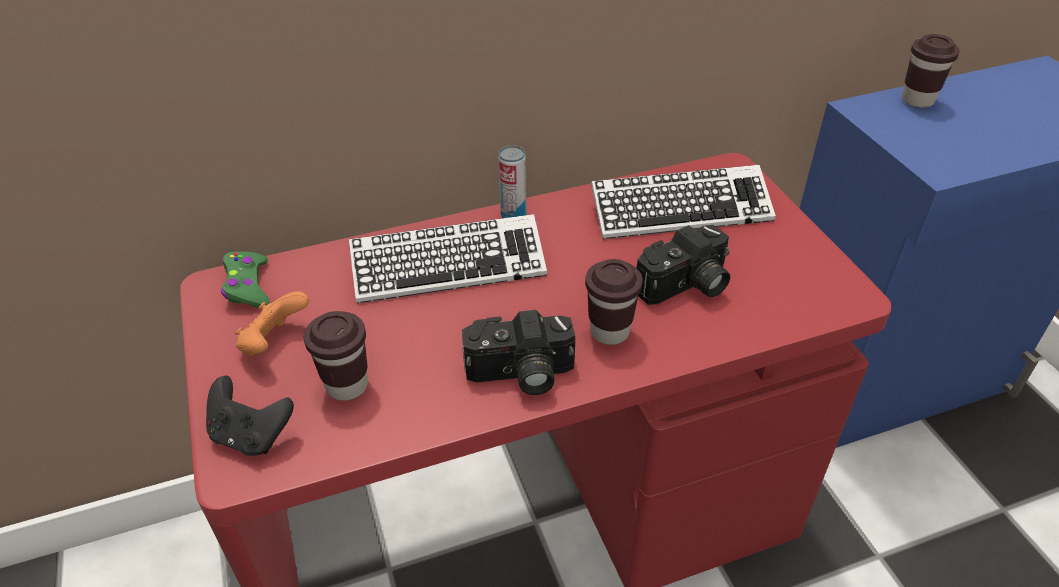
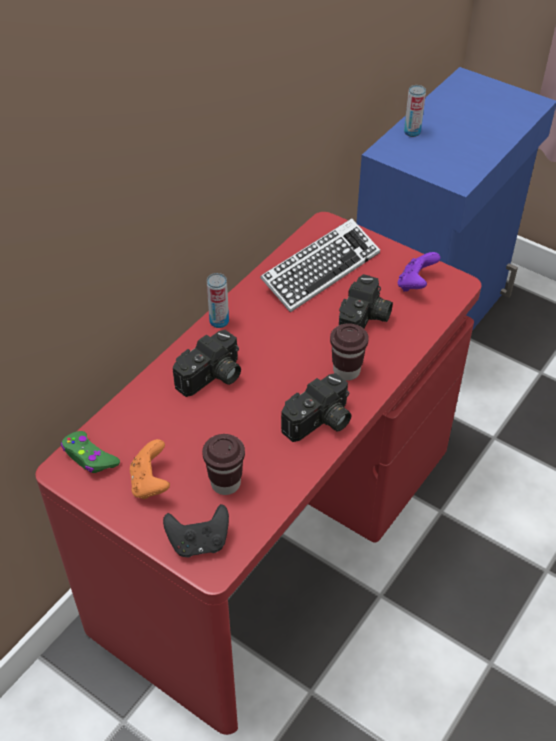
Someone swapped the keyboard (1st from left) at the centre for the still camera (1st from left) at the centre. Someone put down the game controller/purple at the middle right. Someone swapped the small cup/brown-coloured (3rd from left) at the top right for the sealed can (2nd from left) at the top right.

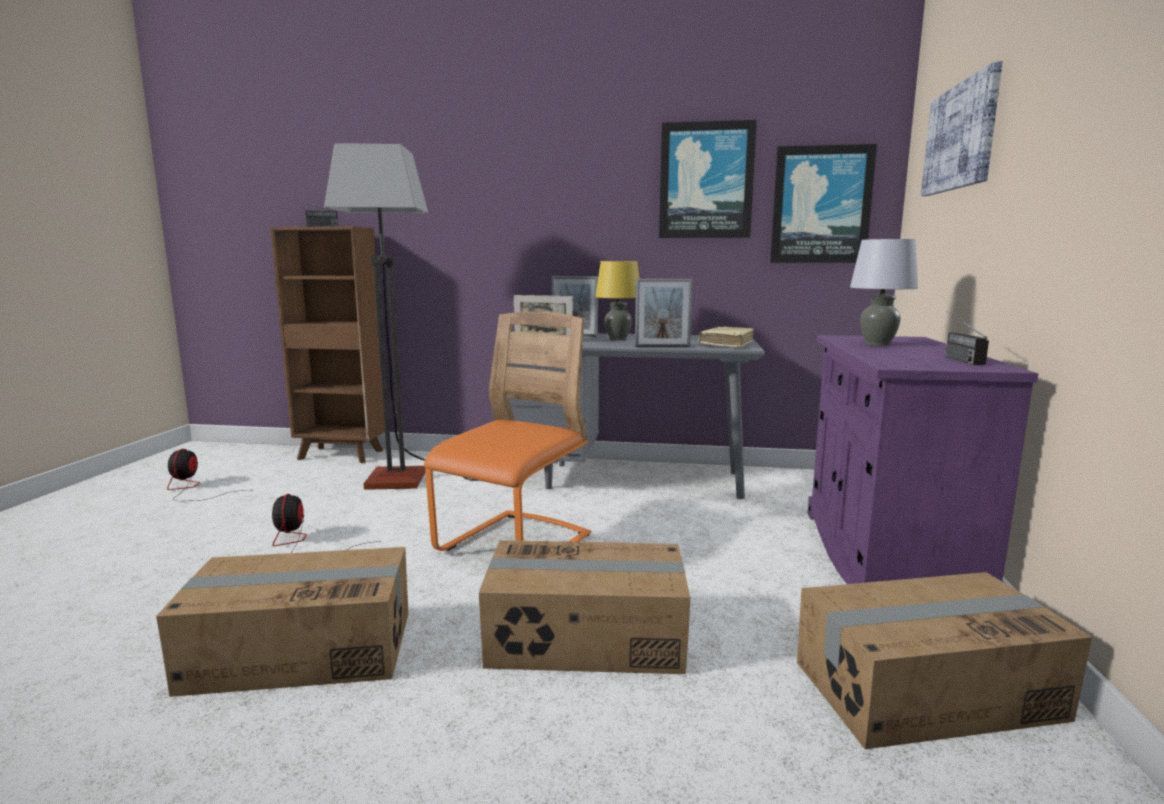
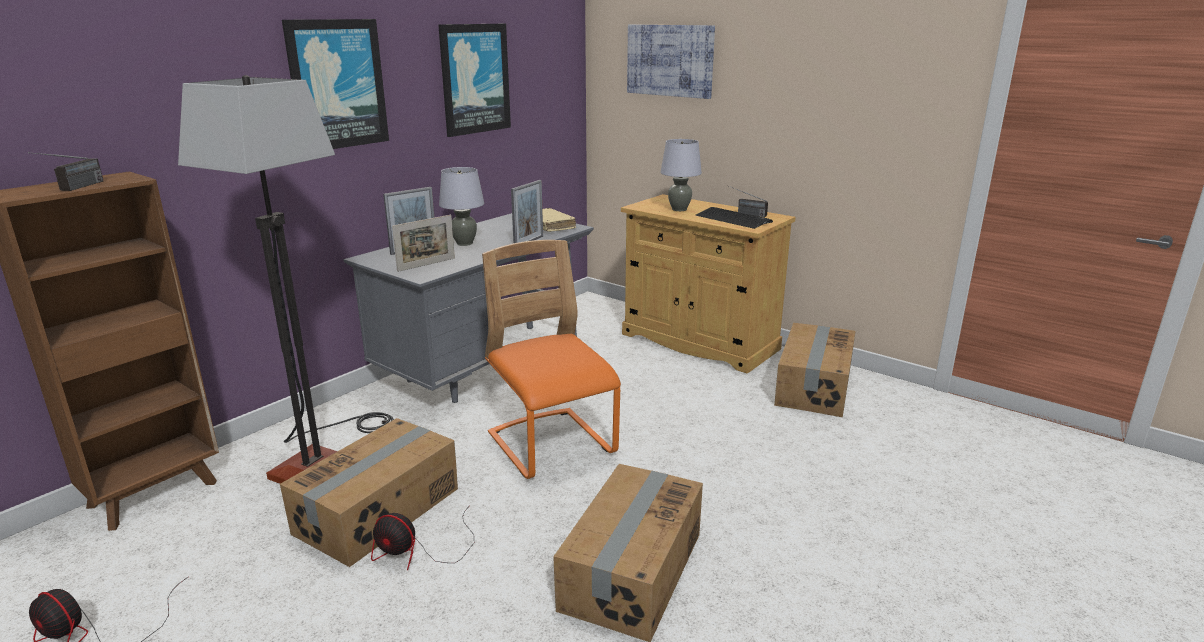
Someone carried the packing box (2nd from left in the first image) from the bottom centre to the bottom left. Someone carried the wall art (2nd from left in the first image) from the top right to the top left. Someone repainted the lamp for a table/yellow-coloured at the centre, which became the lamp for a table/gray (1st from left) at the top centre. Someone repainted the cupboard/purple at the middle right, which became the cupboard/sand-coloured at the centre. Someone put down the keyboard at the centre.

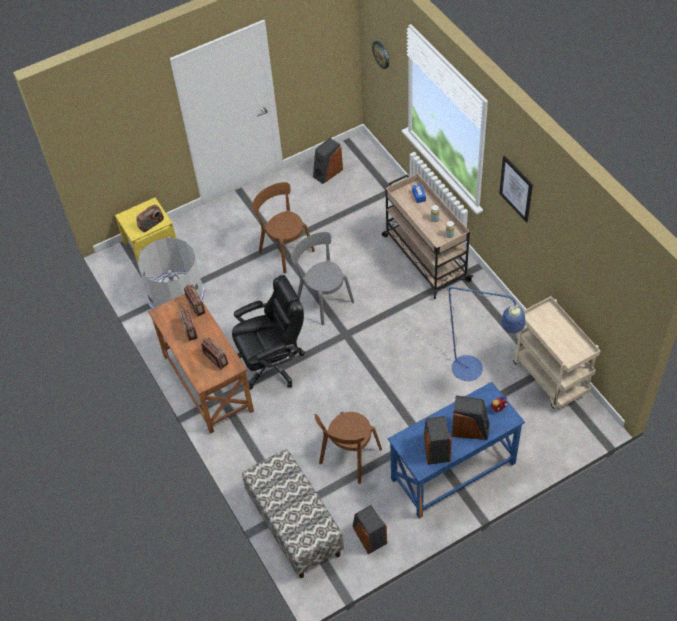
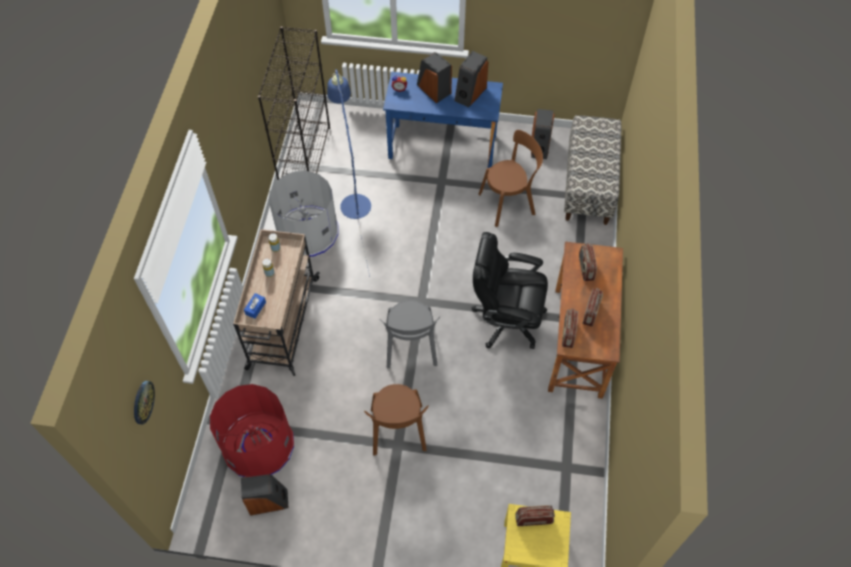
Someone put down the rubbish bin/red-coloured at the bottom left. Someone swapped the wheeled cart/sand-coloured (2nd from left) at the middle right for the shelving unit/black-coloured at the top centre. Someone carried the rubbish bin/gray from the middle left to the centre. Someone took away the wall art at the top right.

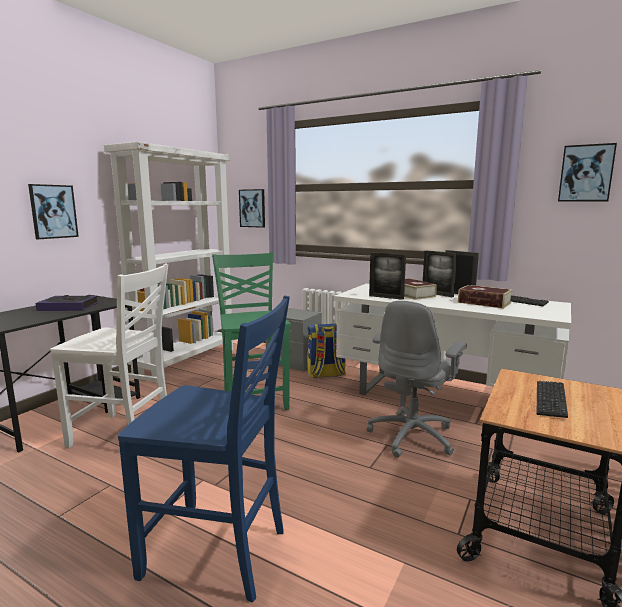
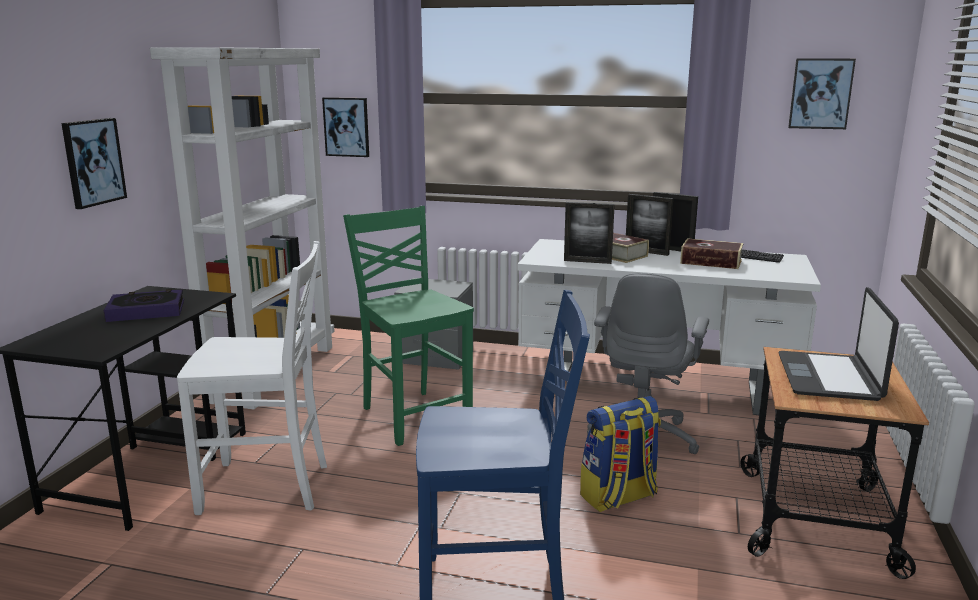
Someone carried the knapsack from the centre to the bottom centre. Someone swapped the keyboard (2nd from left) at the middle right for the notebook computer at the middle right.

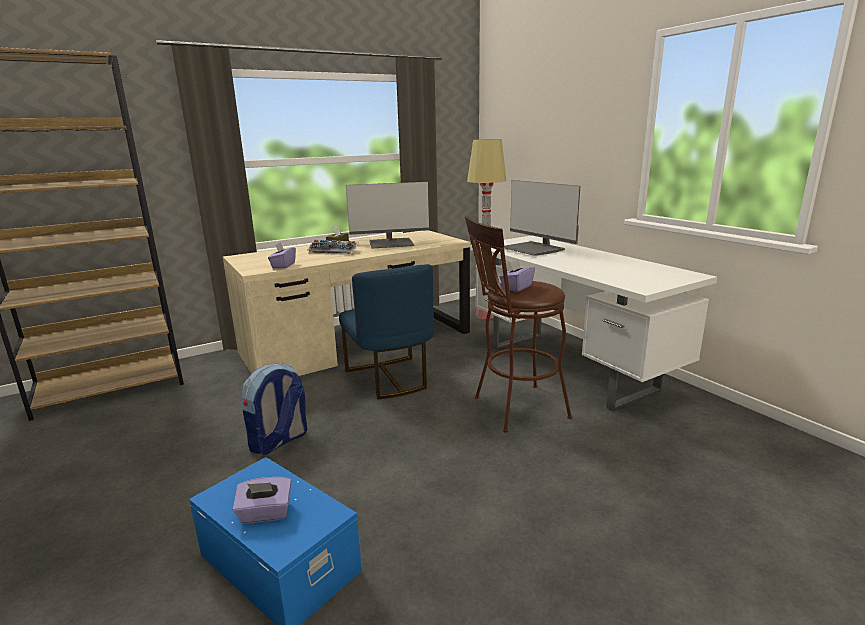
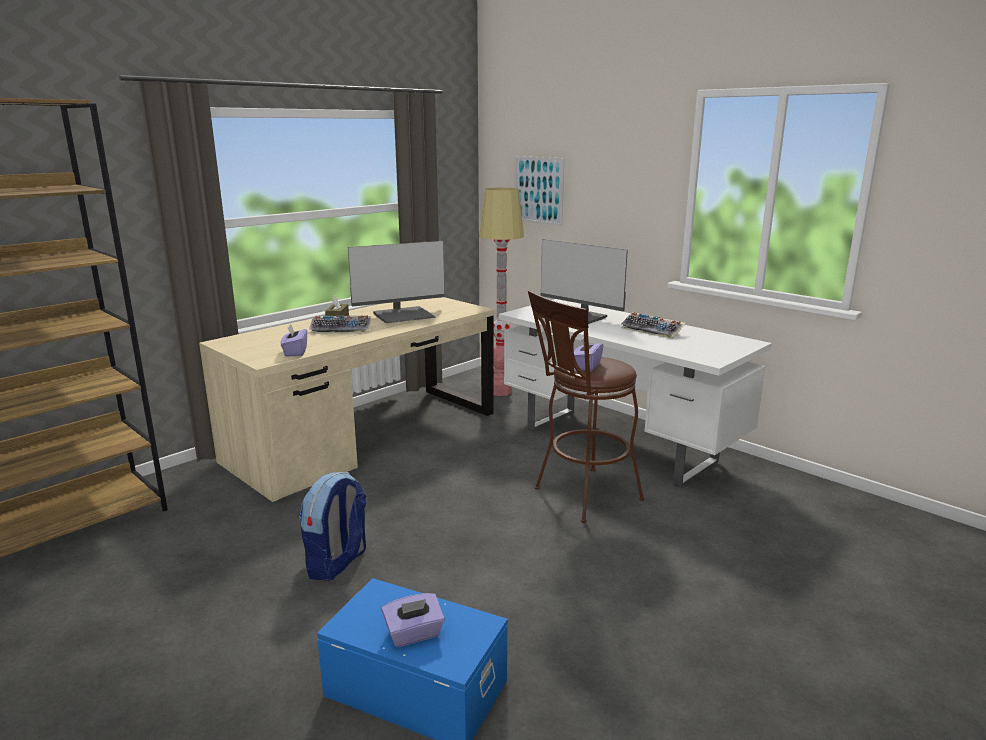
Someone put up the wall art at the top centre. Someone put down the keyboard (2nd from left) at the centre. Someone took away the plain chair/bluish at the centre.

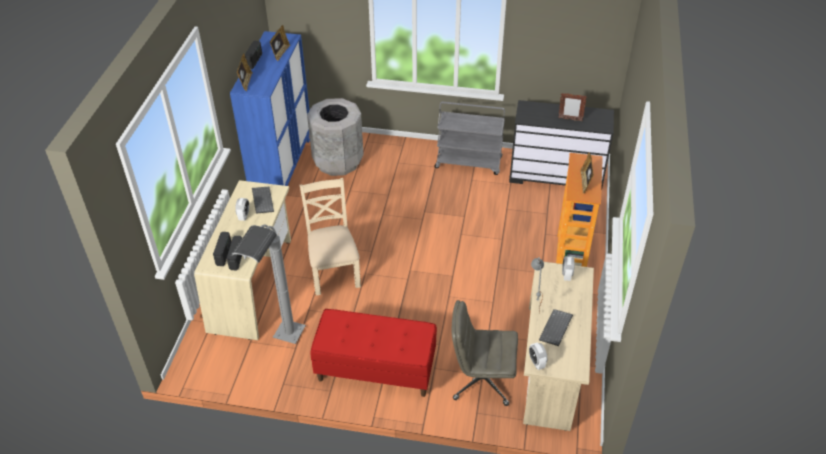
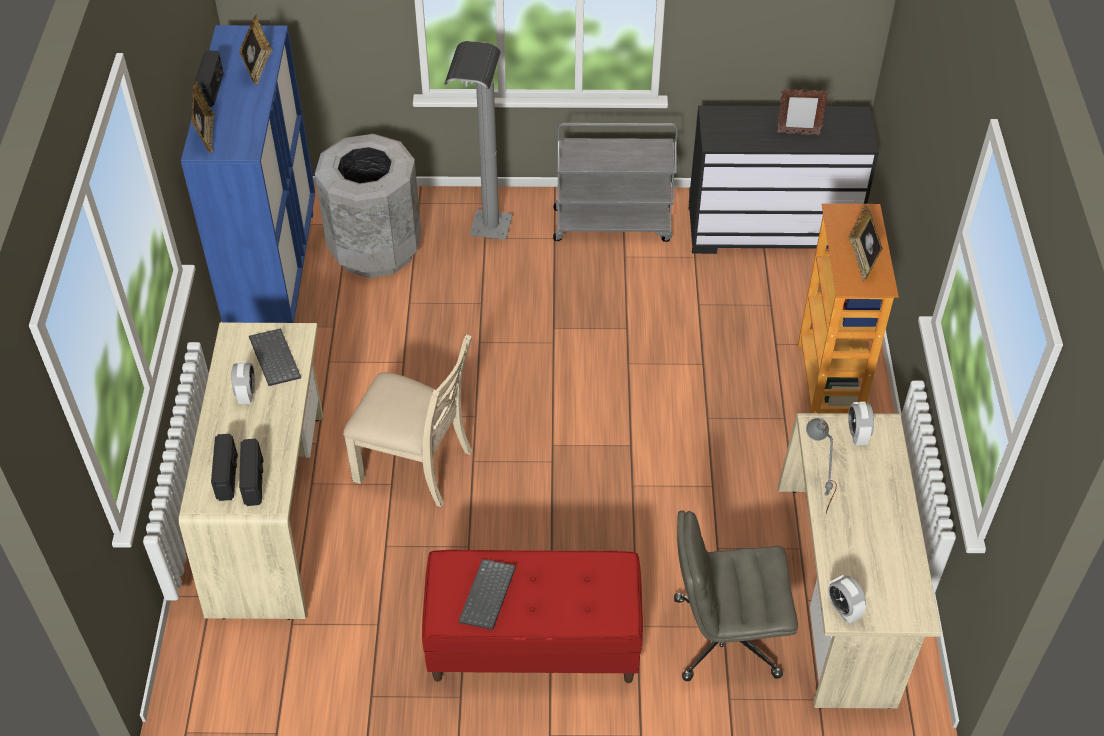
Someone rotated the plain chair/sand-coloured at the centre by 135 degrees clockwise. Someone carried the standing lamp/gray from the middle left to the top centre. Someone carried the keyboard (2nd from left) from the bottom right to the bottom centre.

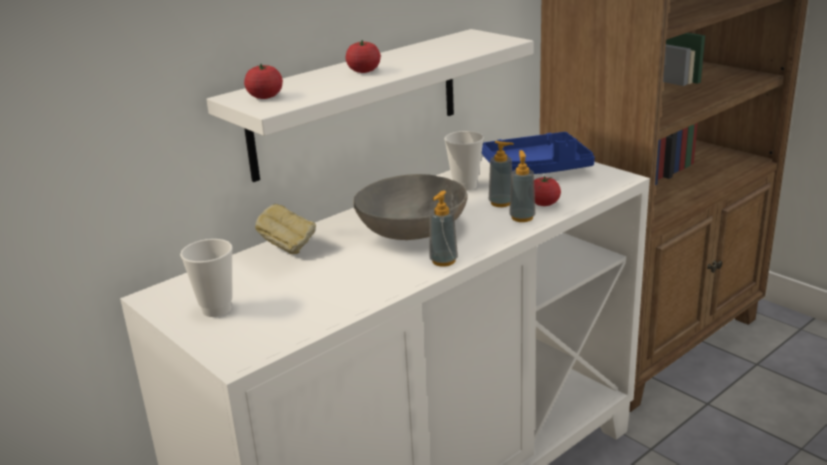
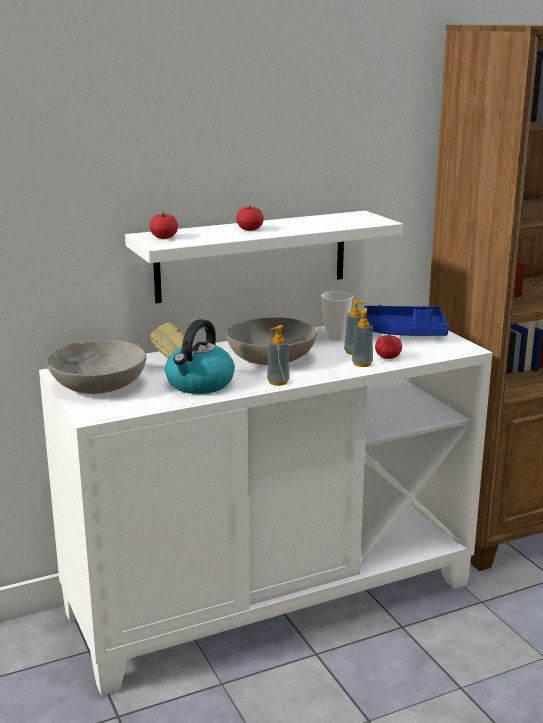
Someone swapped the small cup (1st from left) at the middle left for the deep dish/gray (1st from left) at the middle left. Someone put down the kettle at the centre.

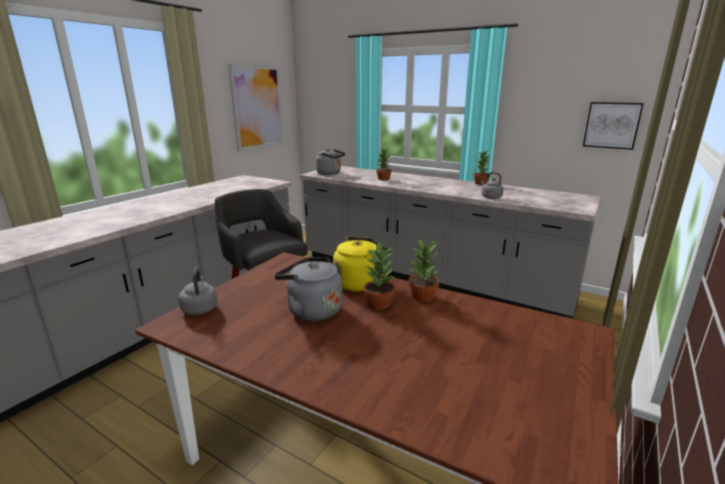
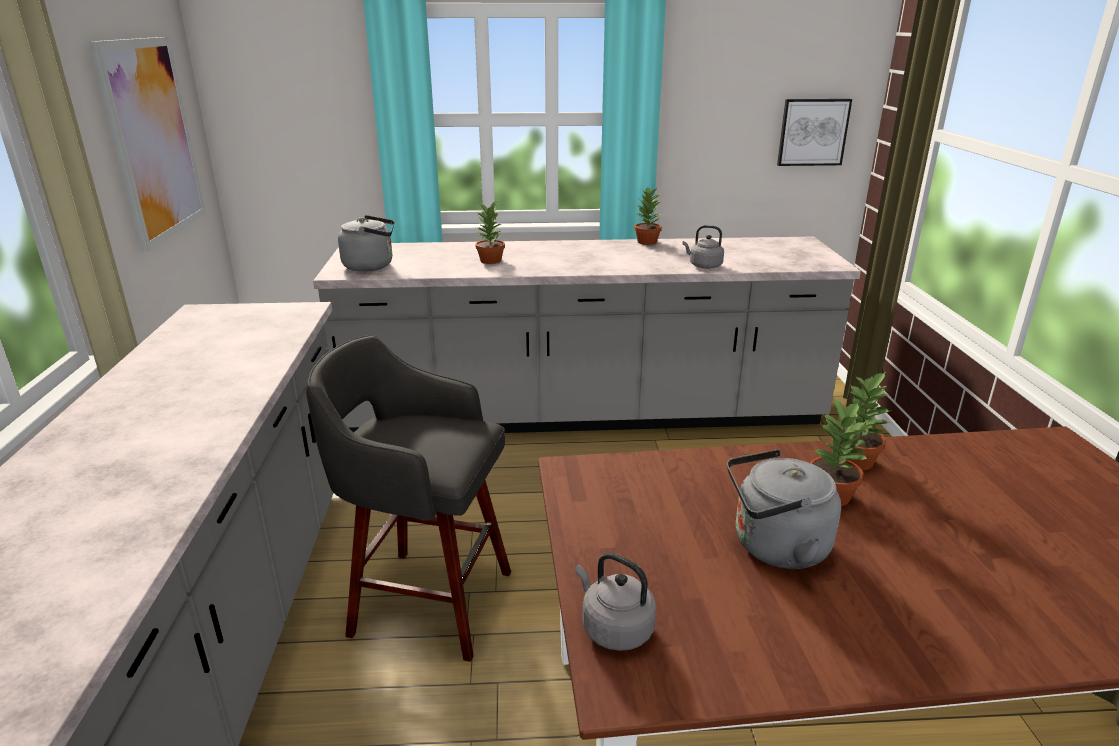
Someone took away the kettle/yellow-coloured at the centre.

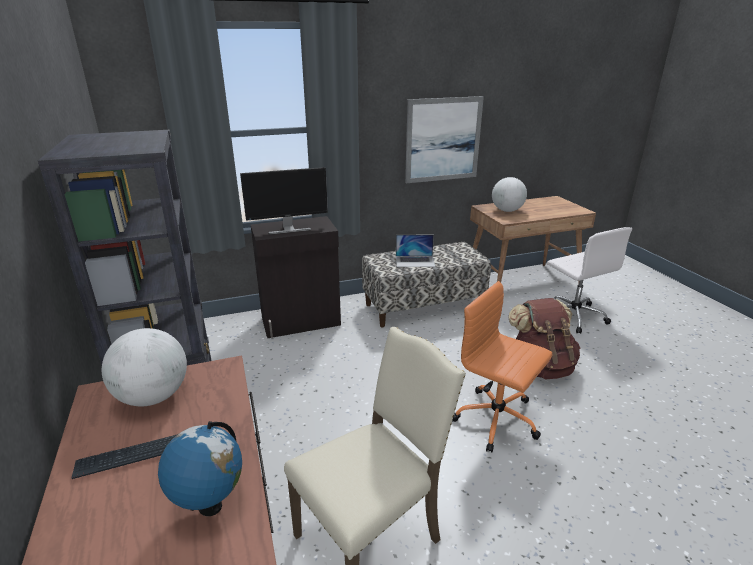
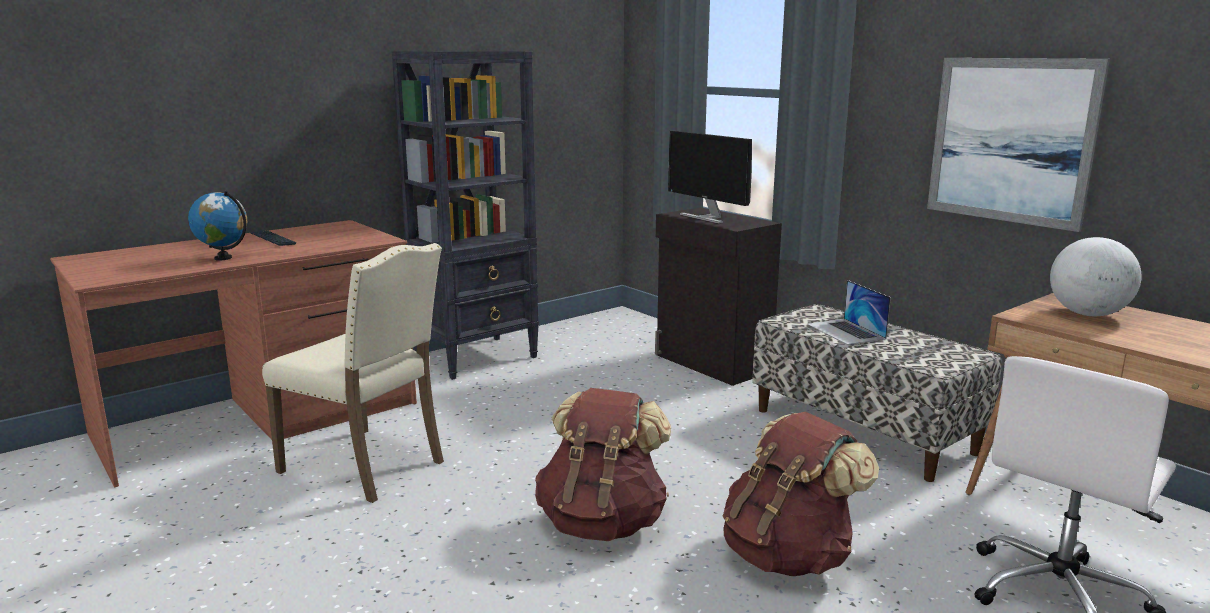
Someone swapped the desk chair/orangey at the middle right for the knapsack/brown-coloured (1st from left) at the bottom centre. Someone took away the world globe (1st from left) at the middle left.

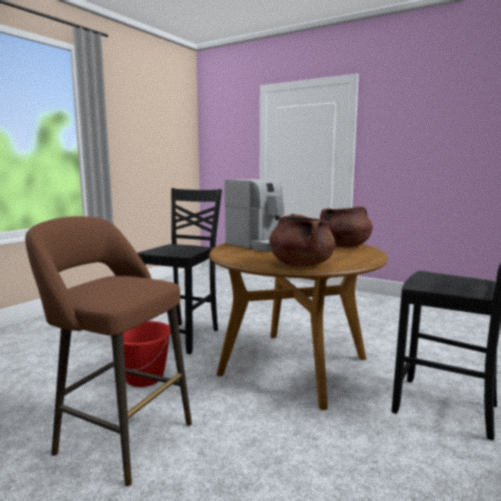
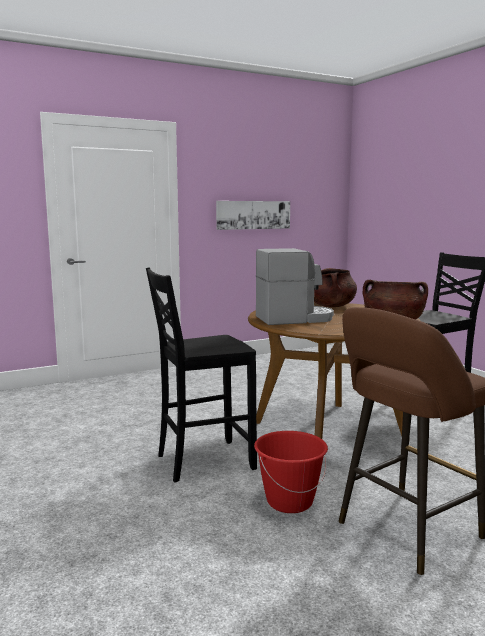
Someone rotated the plain chair/black-coloured (1st from left) at the centre by 75 degrees counterclockwise. Someone put up the wall art at the centre.

